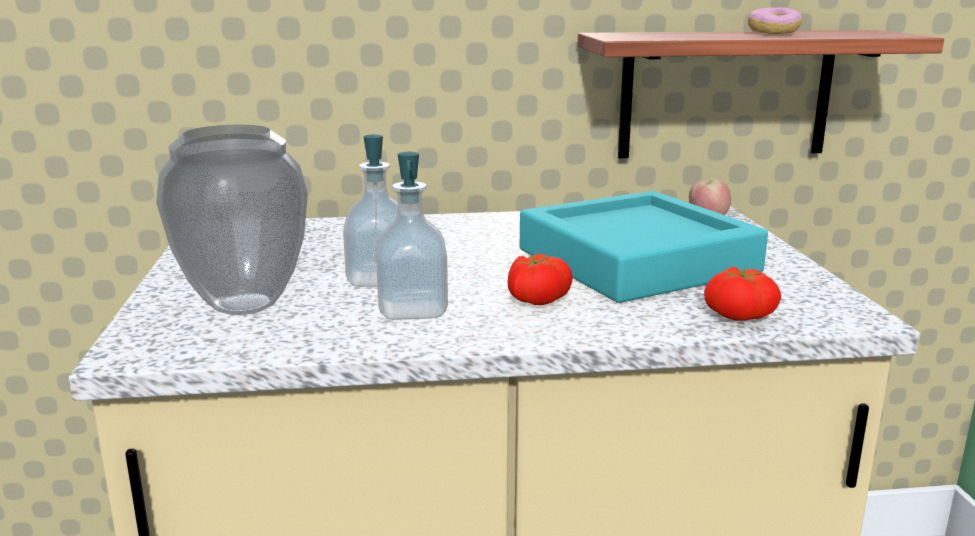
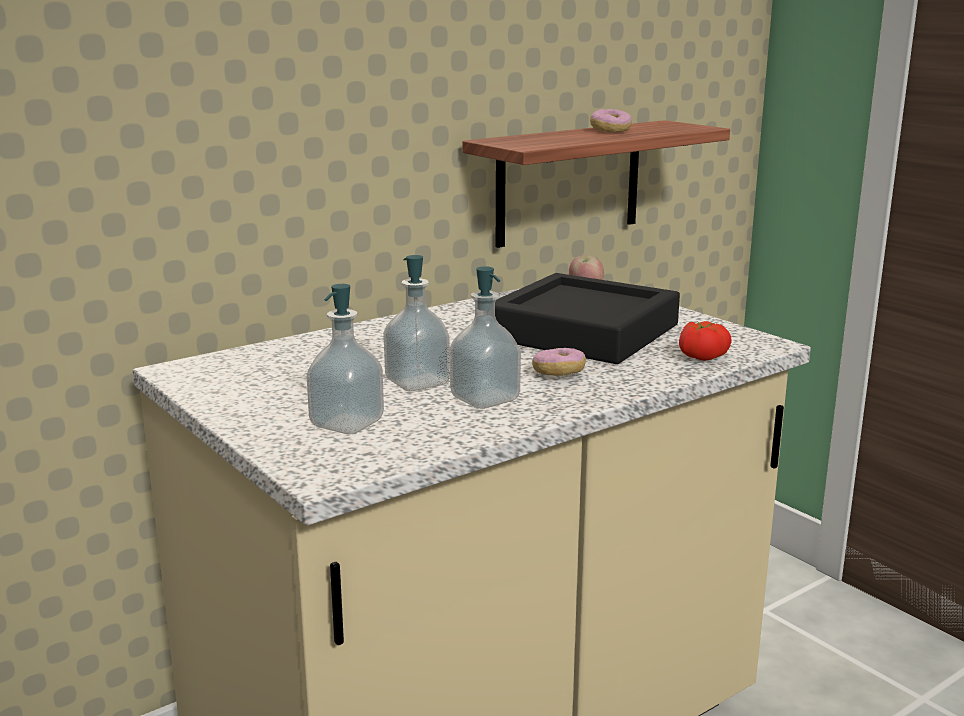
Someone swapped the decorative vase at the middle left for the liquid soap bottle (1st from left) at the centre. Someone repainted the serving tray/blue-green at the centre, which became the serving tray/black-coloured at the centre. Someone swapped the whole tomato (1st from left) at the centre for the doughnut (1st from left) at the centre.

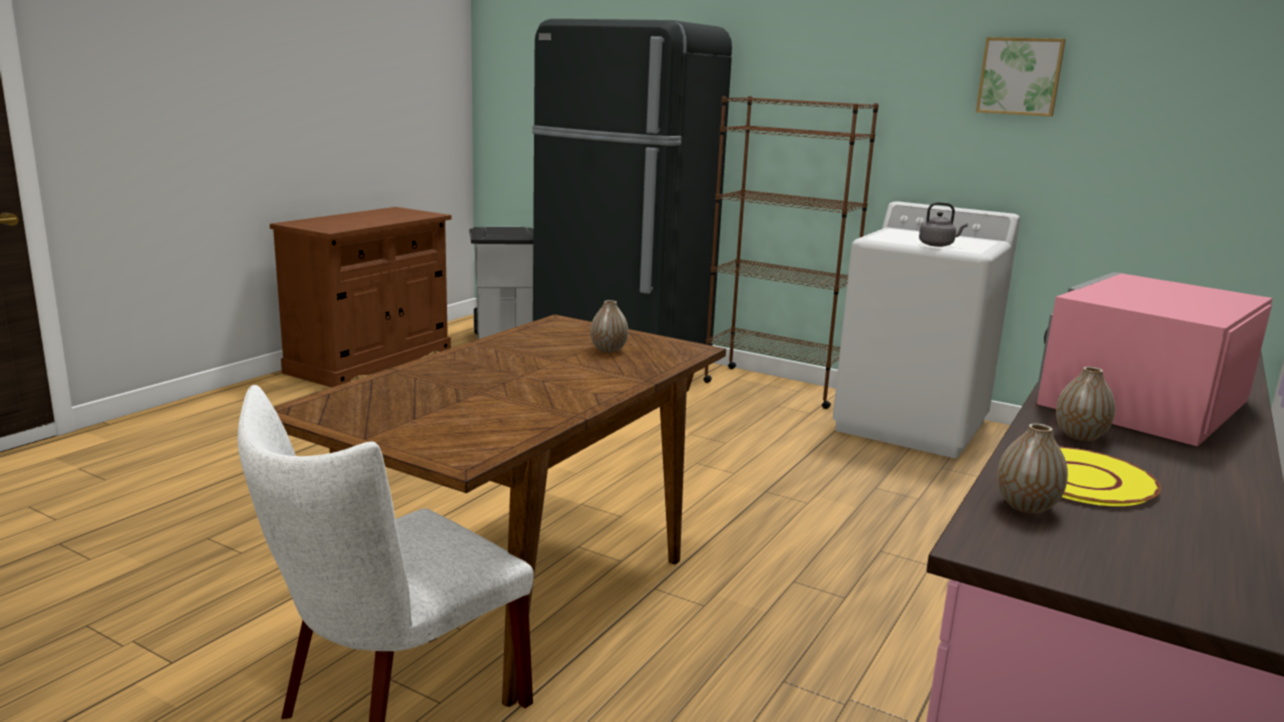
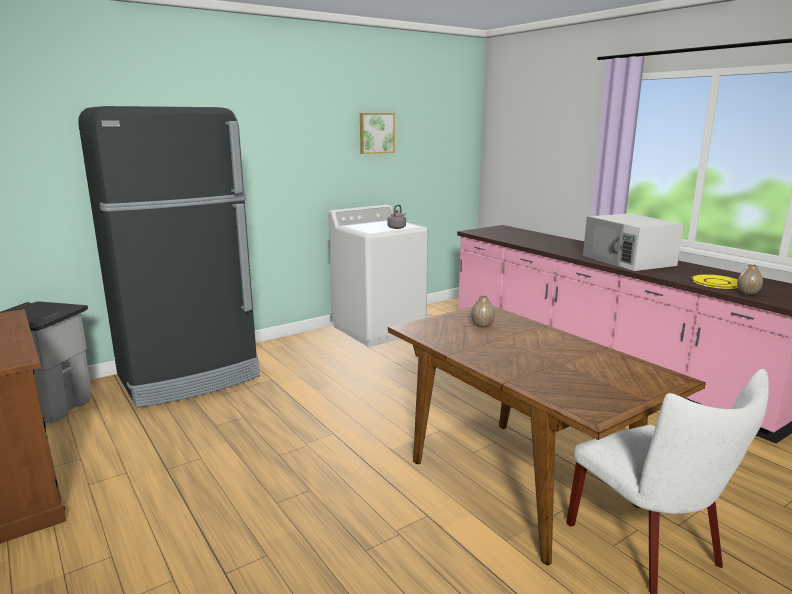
Someone repainted the microwave/pink at the middle right, which became the microwave/whitish at the middle right. Someone took away the shelving unit/brown-coloured at the centre. Someone took away the decorative vase (3rd from left) at the middle right.

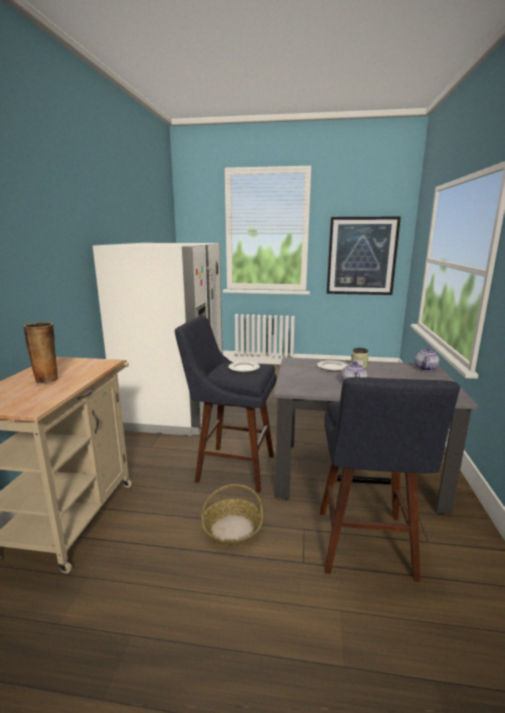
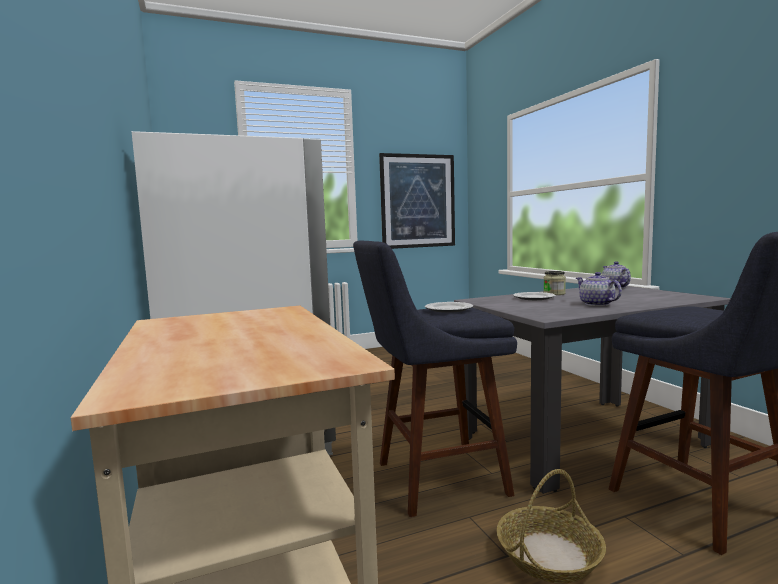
Someone took away the decorative vase at the middle left.

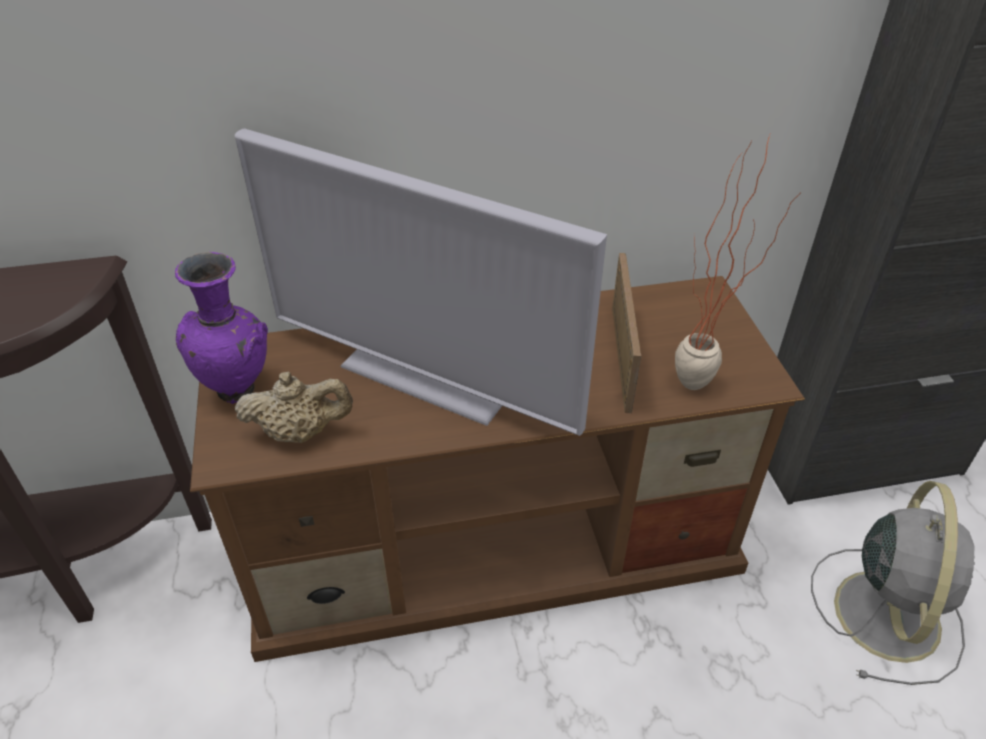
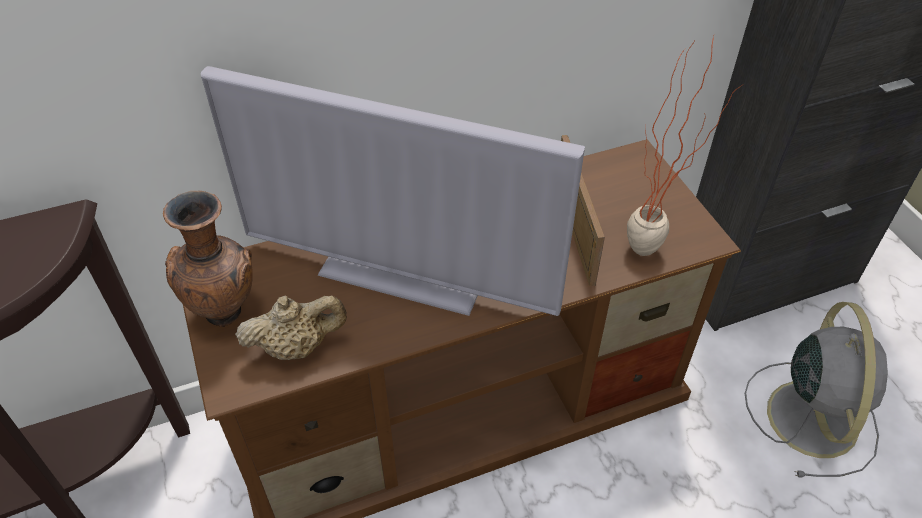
Someone repainted the decorative vase/purple at the middle left, which became the decorative vase/brown-coloured at the middle left.

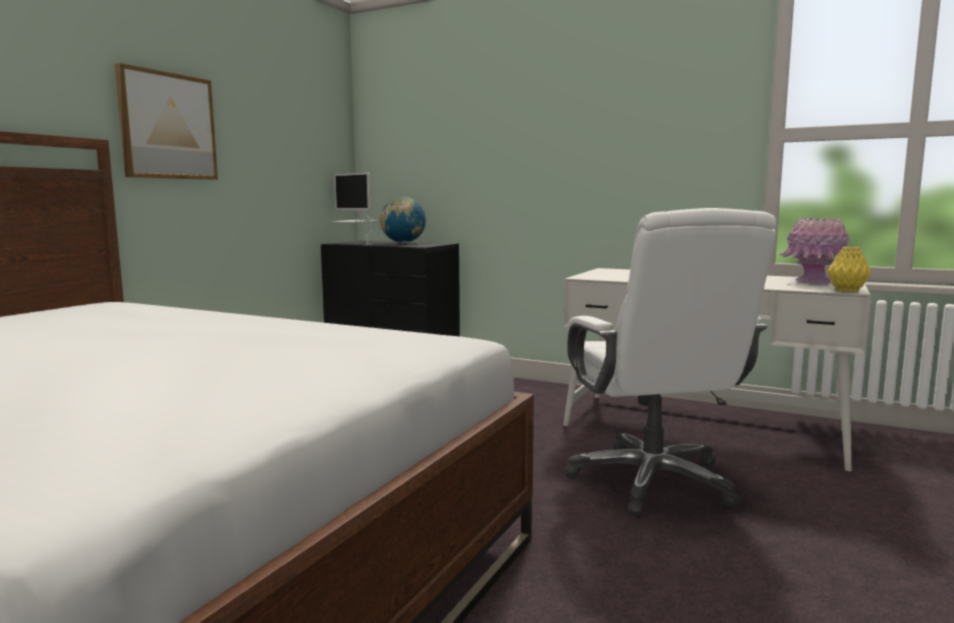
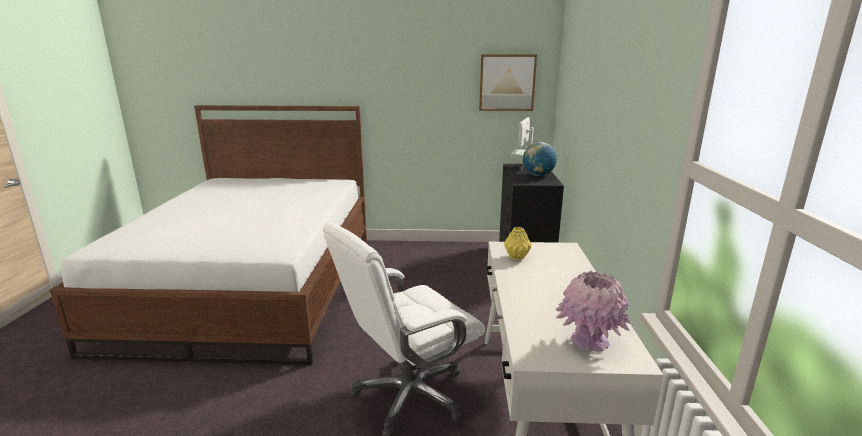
Someone carried the wall art from the top left to the top centre. Someone carried the decorative vase/yellow-coloured from the middle right to the centre.

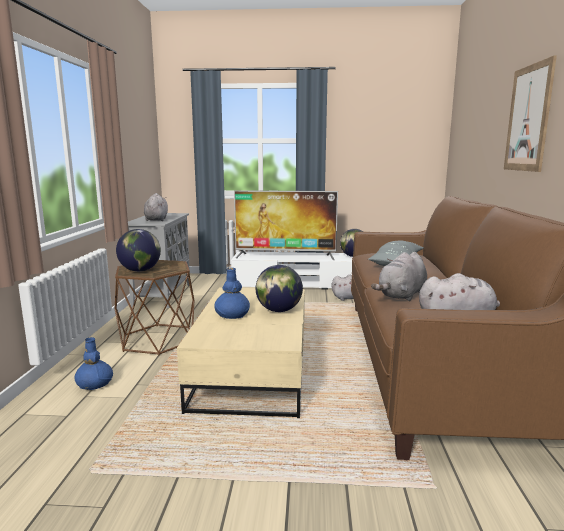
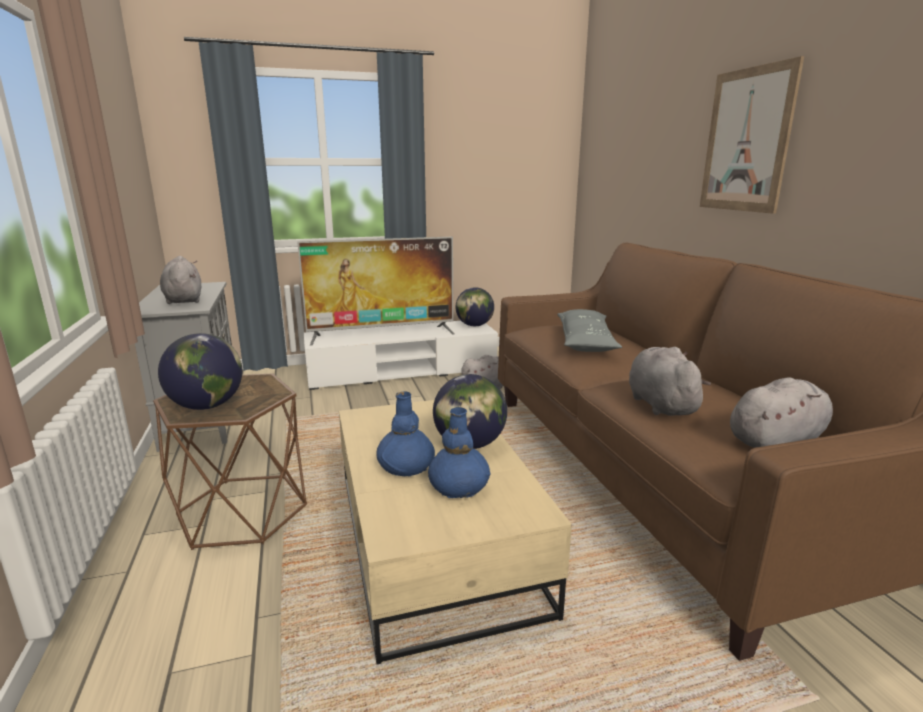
Someone carried the decorative vase/bluish (1st from left in the first image) from the bottom left to the centre. Someone rotated the cuddly toy/gray (3rd from left) at the middle right by 150 degrees clockwise.

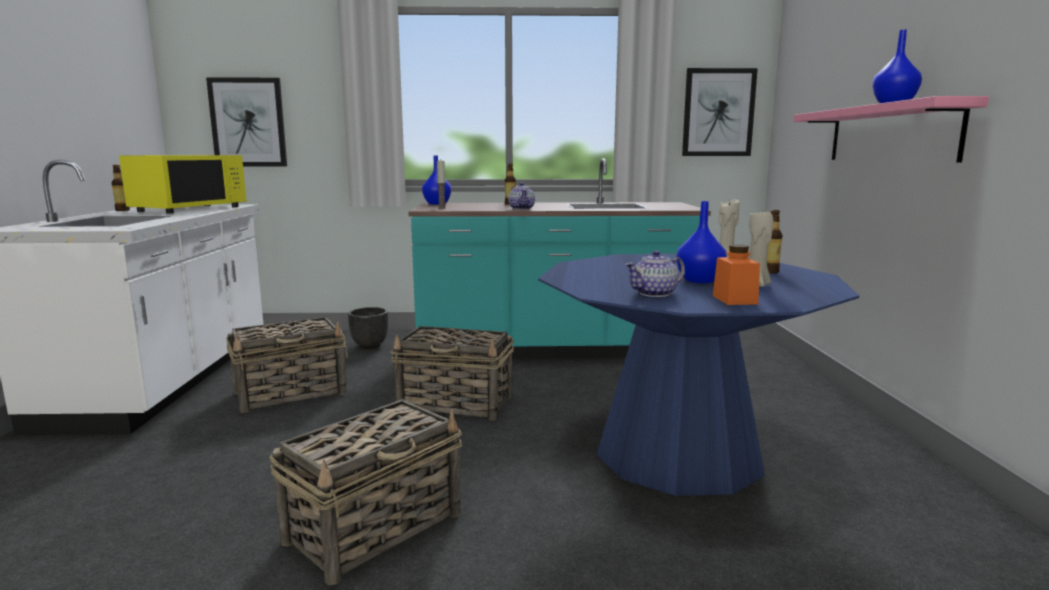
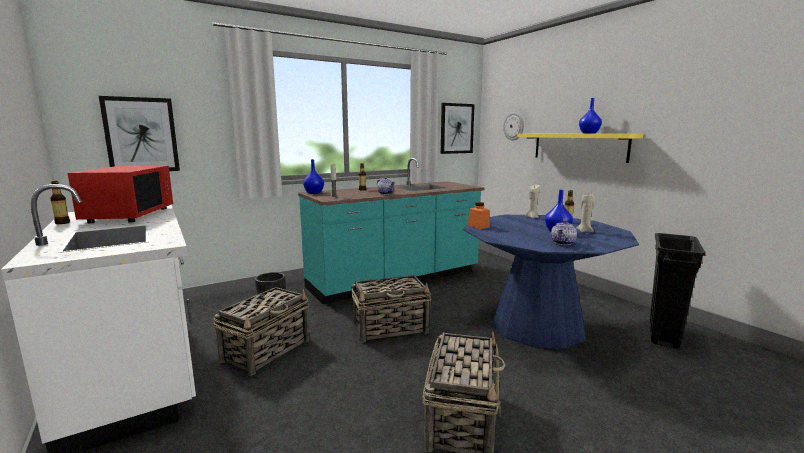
Someone repainted the microwave/yellow-coloured at the top left, which became the microwave/red-coloured at the middle left. Someone carried the jar/orangey from the middle right to the centre. Someone put up the hanging clock at the top centre. Someone repainted the wall shelf/pink at the top right, which became the wall shelf/yellow-coloured at the top right. Someone put down the rubbish bin/black-coloured at the middle right.

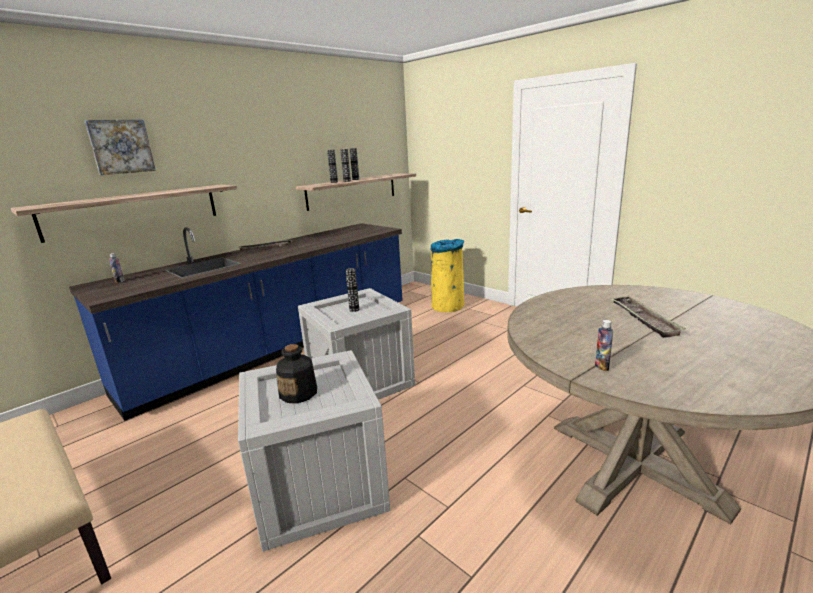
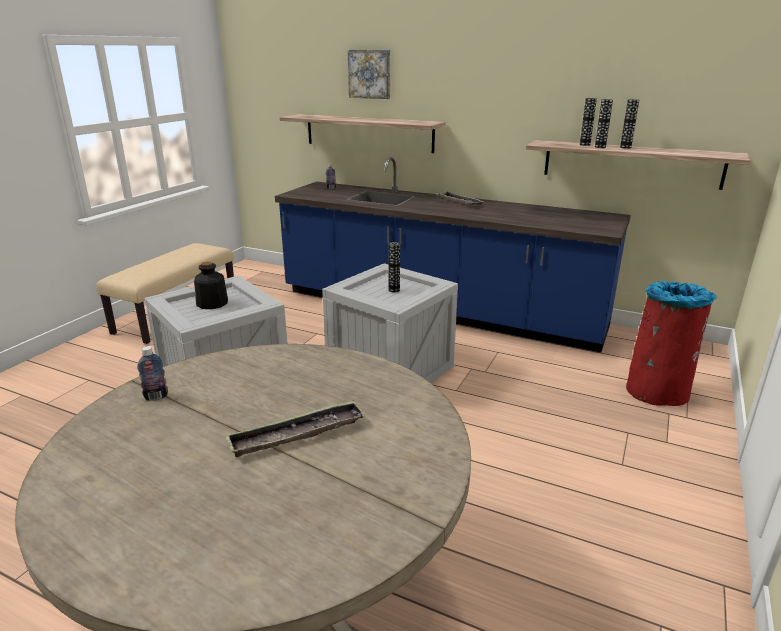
Someone repainted the rubbish bin/yellow-coloured at the centre, which became the rubbish bin/red-coloured at the middle right.

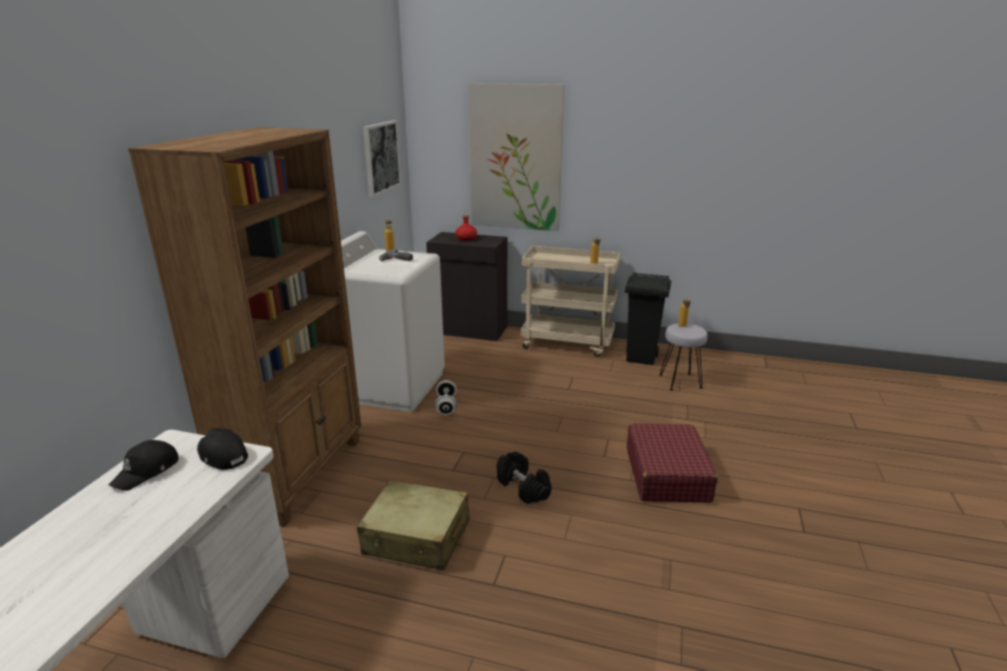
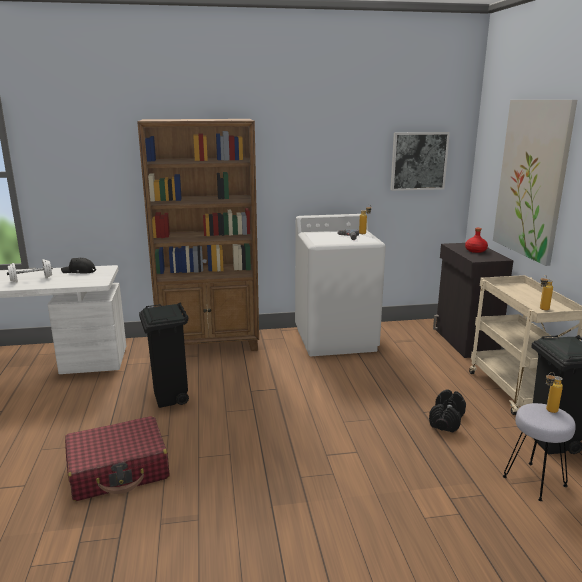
Someone carried the hand weight/whitish from the centre to the middle left. Someone carried the piece of luggage/red-coloured from the bottom right to the bottom left. Someone swapped the piece of luggage/sand-coloured at the bottom centre for the rubbish bin/black-coloured (1st from left) at the middle left. Someone carried the hand weight/black-coloured from the bottom centre to the bottom right. Someone took away the baseball cap/black-coloured (2nd from left) at the bottom left.

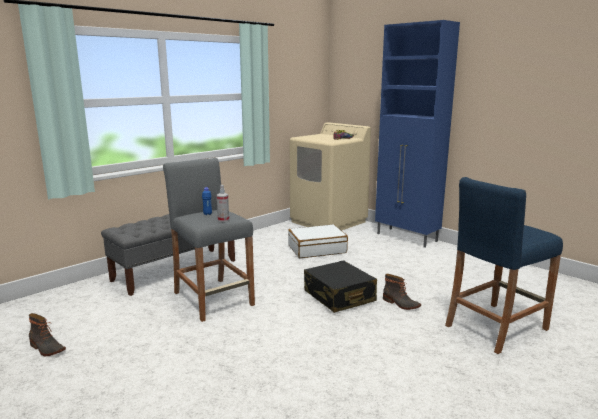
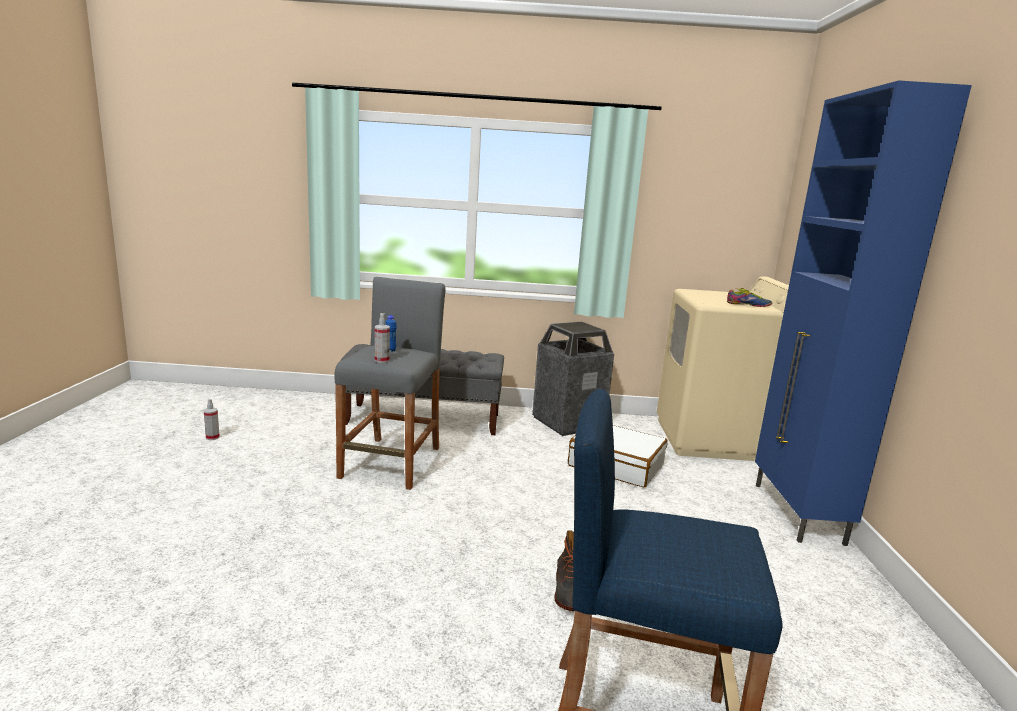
Someone swapped the high-top boot (1st from left) at the bottom left for the spray bottle (1st from left) at the middle left. Someone put down the rubbish bin at the centre. Someone took away the piece of luggage/black-coloured at the bottom centre.

